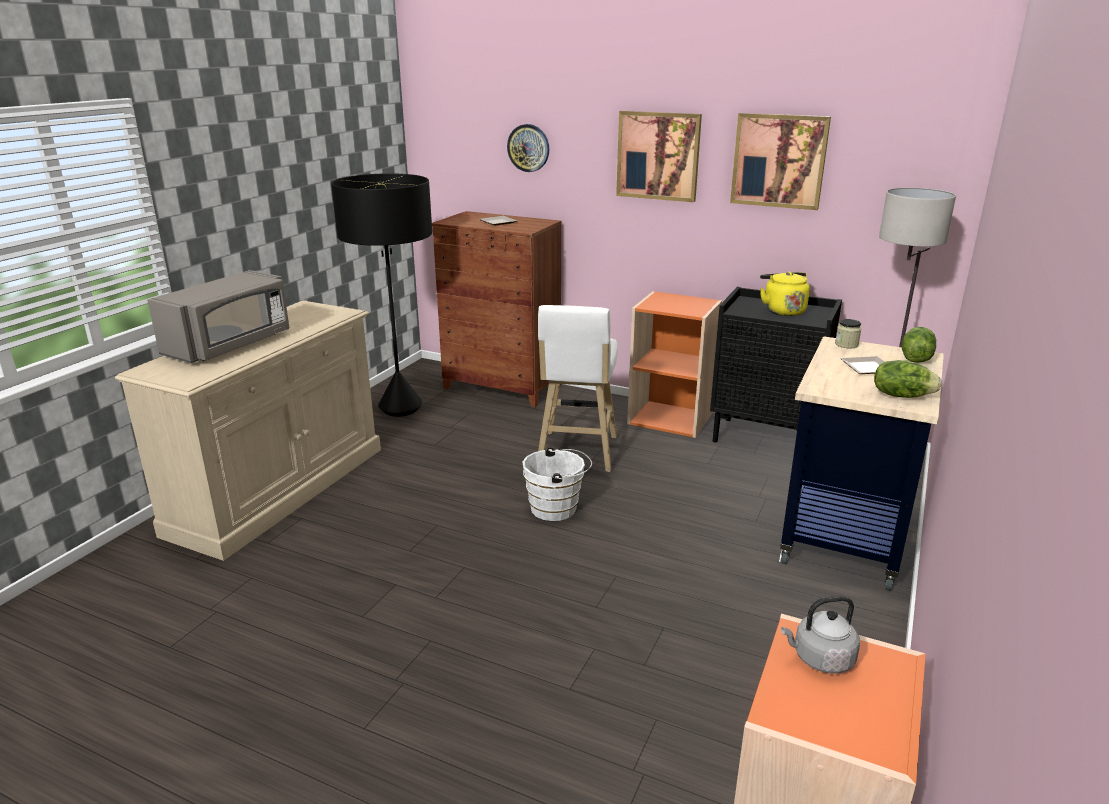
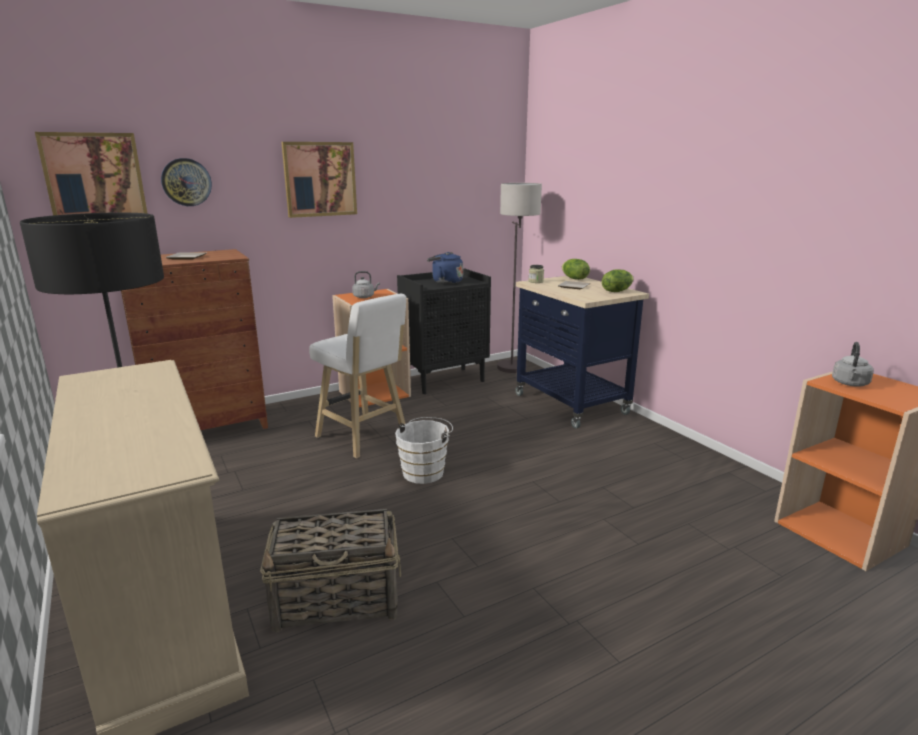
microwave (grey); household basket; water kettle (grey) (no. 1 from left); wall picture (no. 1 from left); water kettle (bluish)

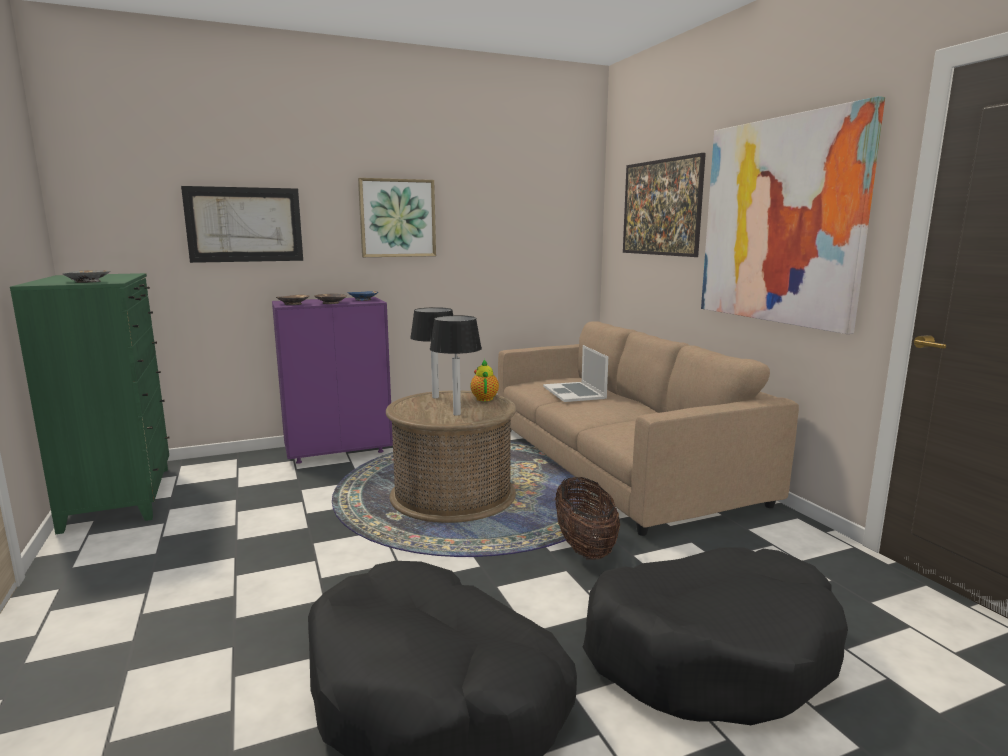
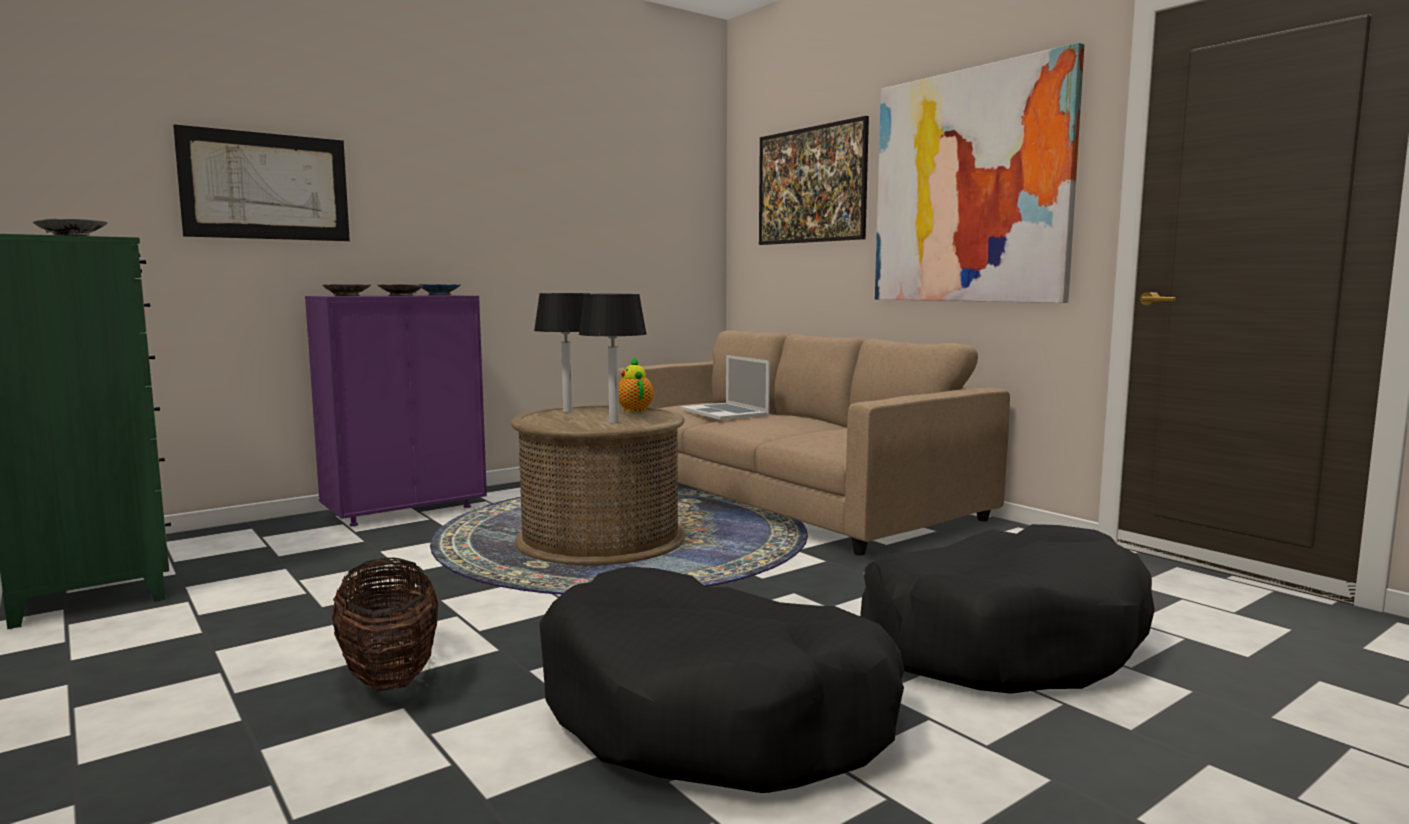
wall picture (no. 2 from left in the first image); household basket

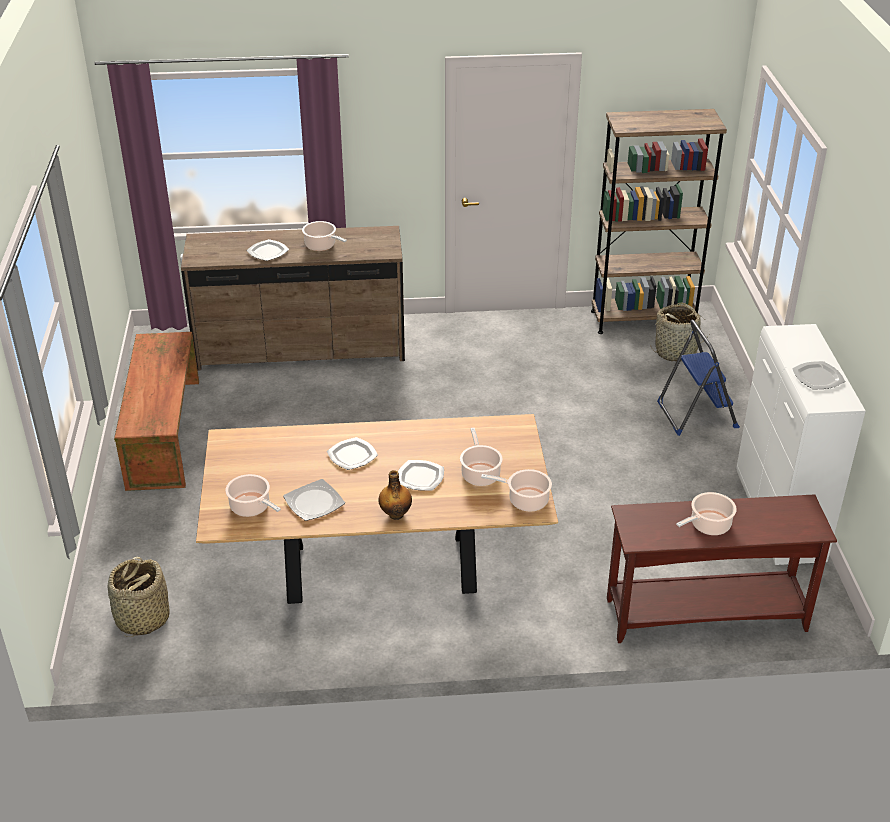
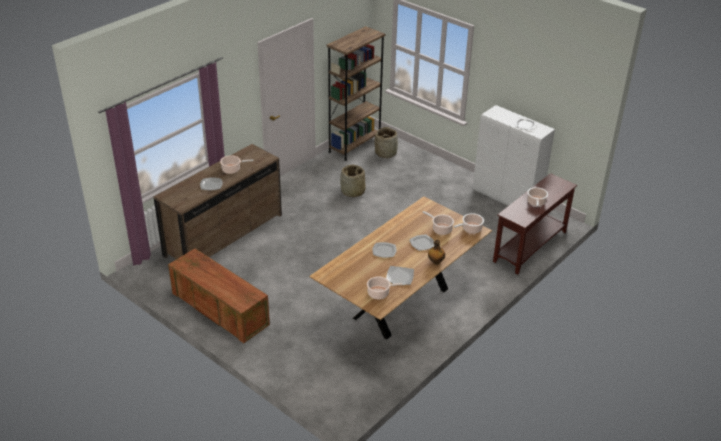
stepladder (bluish); household basket (no. 1 from left)

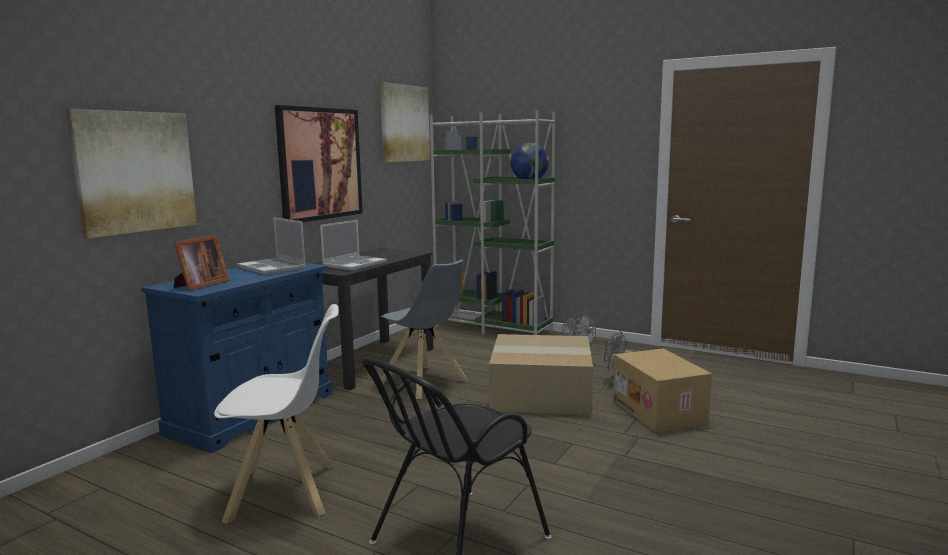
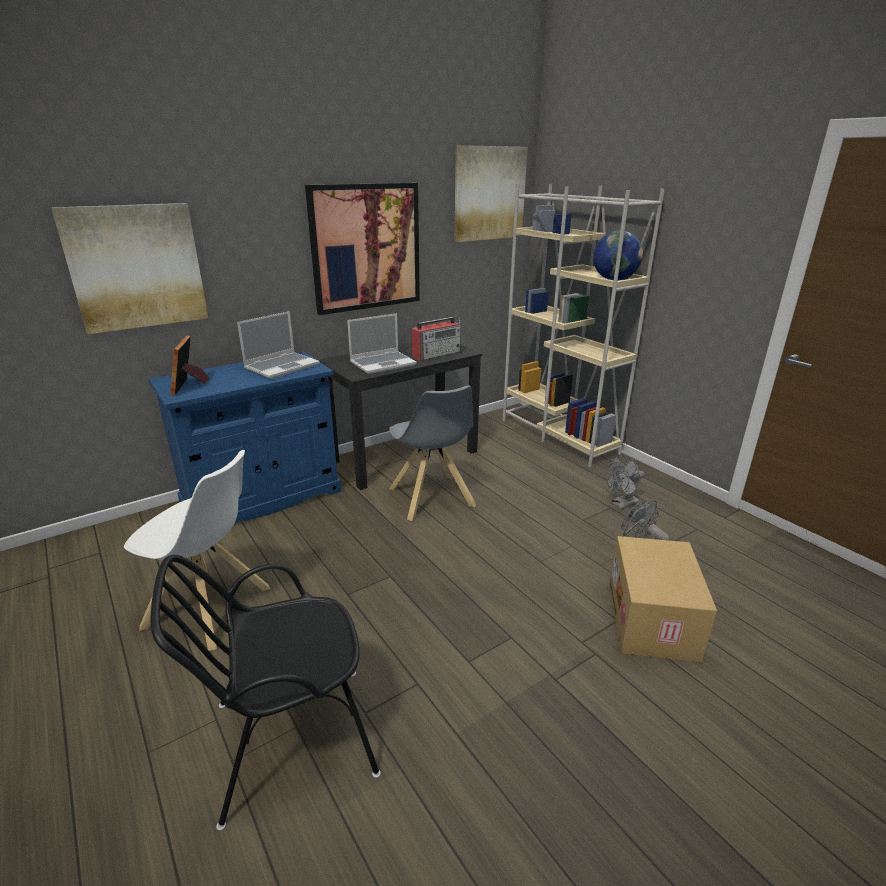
carton (no. 1 from left in the first image); radio receiver; bookcase (beige-coloured); photo frame; notebook computer (no. 1 from left)

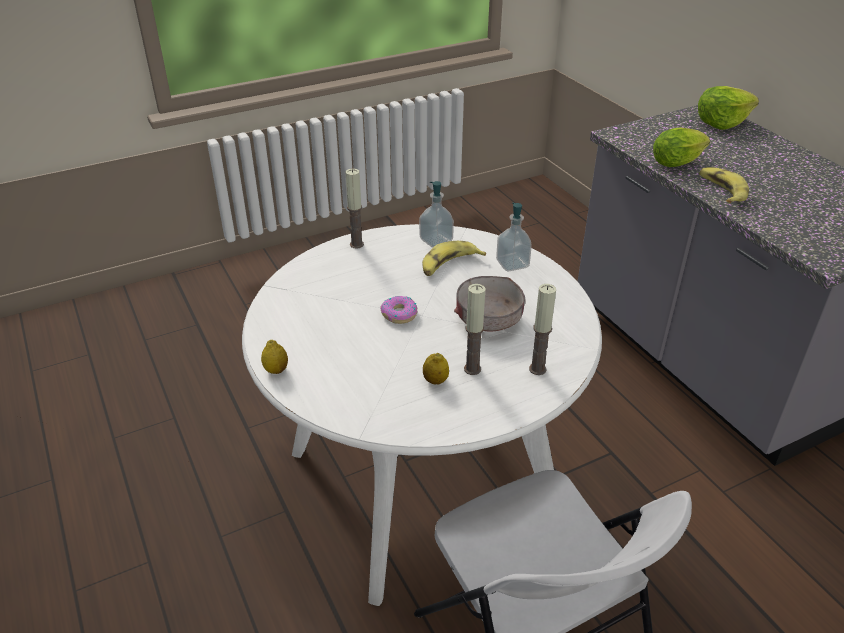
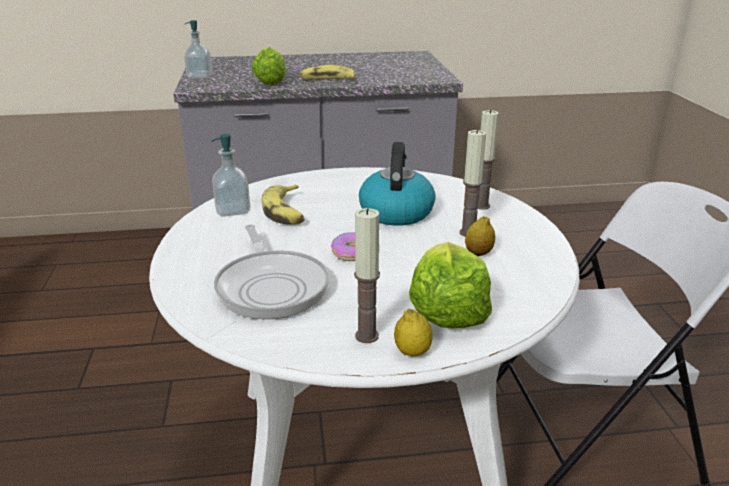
pan; candle (no. 1 from left); liquid soap bottle (no. 1 from left); head of lettuce (no. 2 from left); water kettle

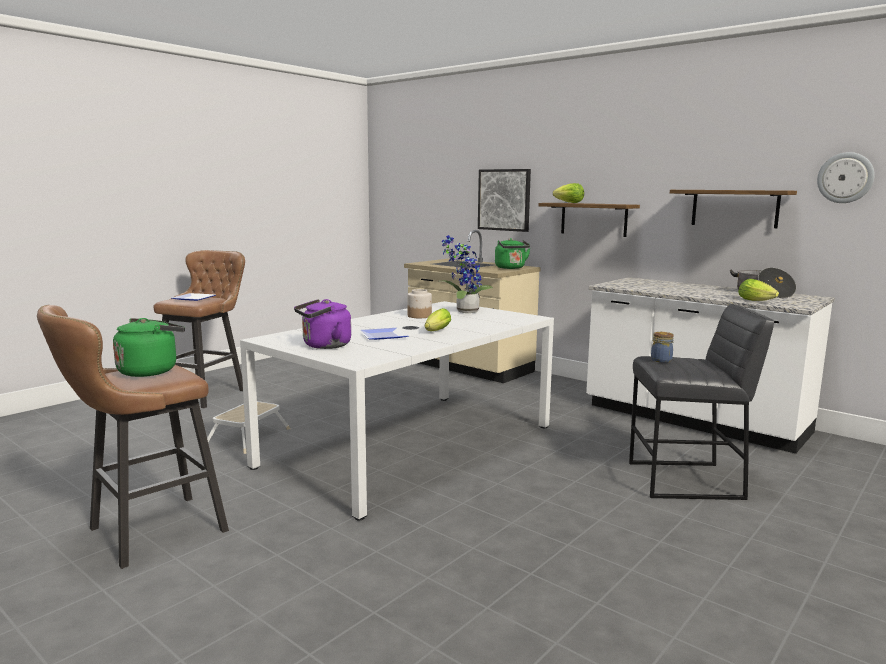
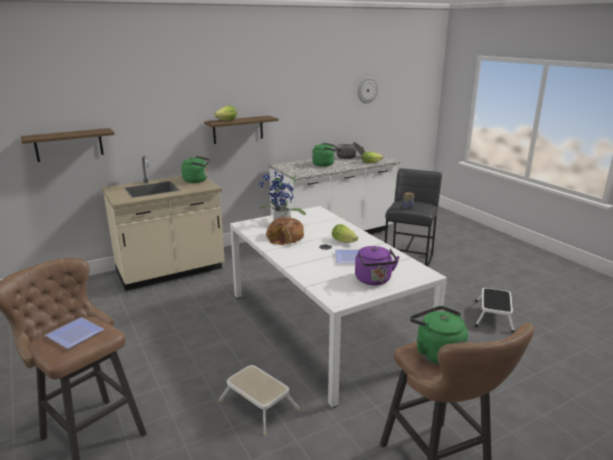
wall picture; water kettle (green) (no. 2 from left); stepladder (black); bracket shelf (no. 1 from left); baked bread

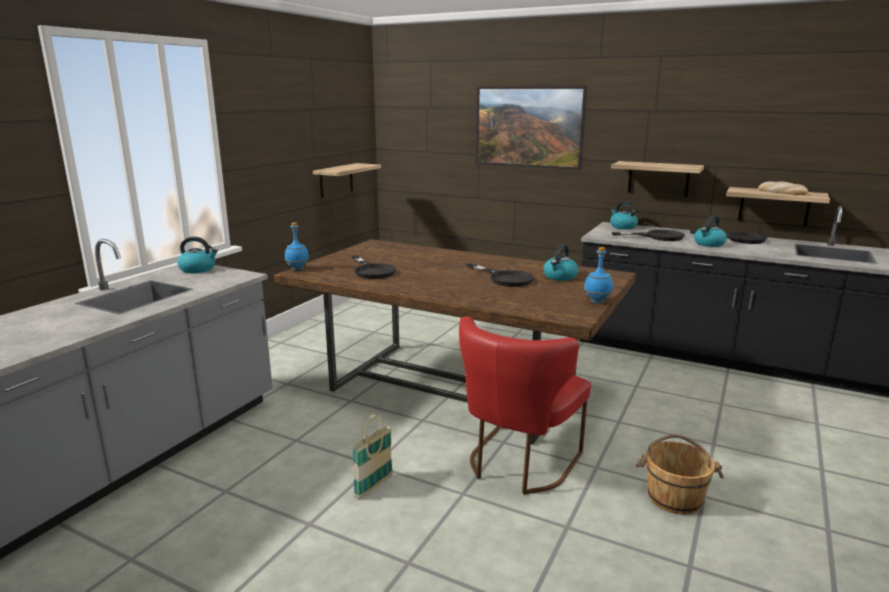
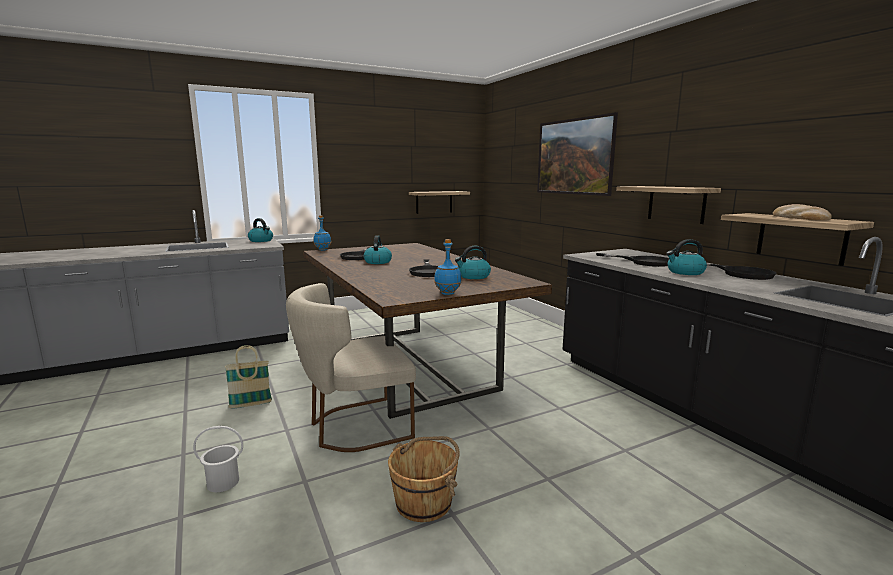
bucket (whitish); water kettle (no. 2 from left); upright chair (beige-coloured)

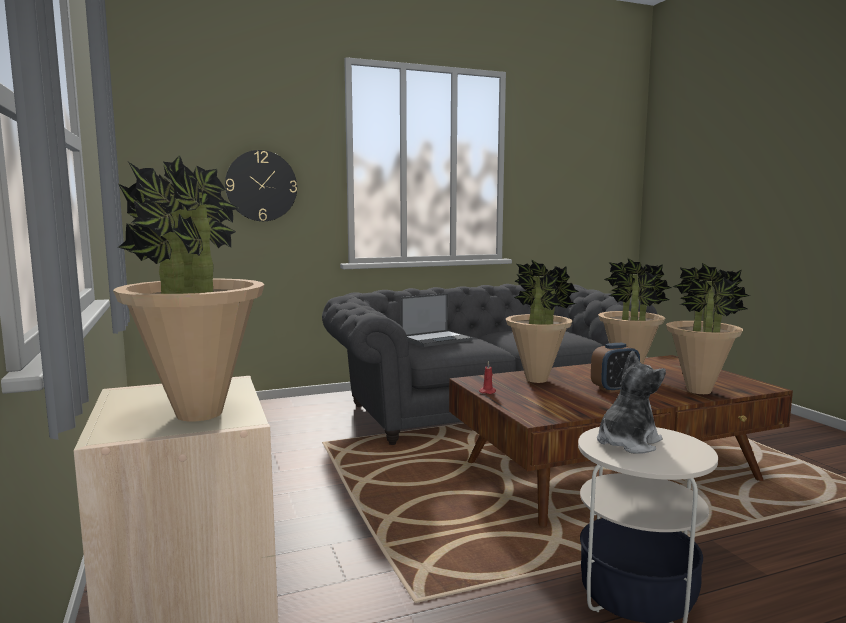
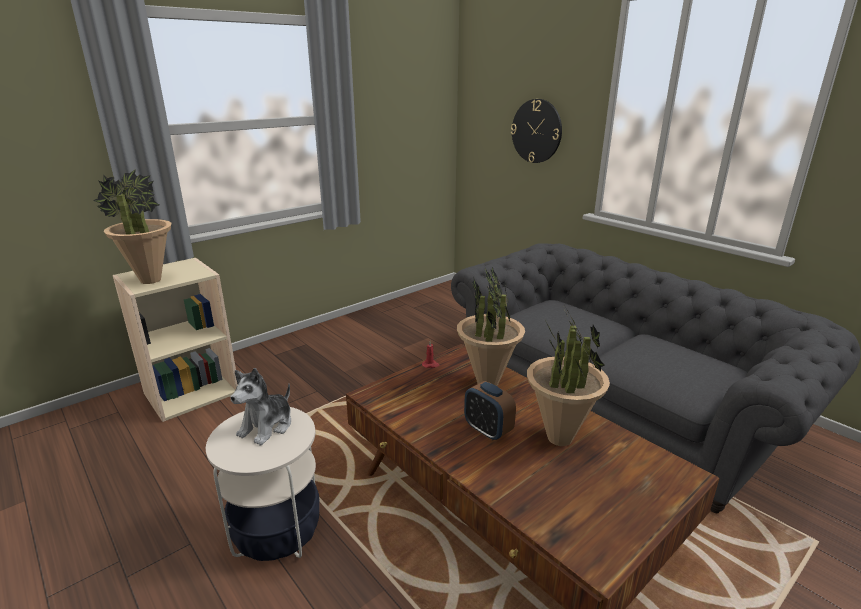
notebook computer; potted plant (no. 4 from left in the first image); plush toy

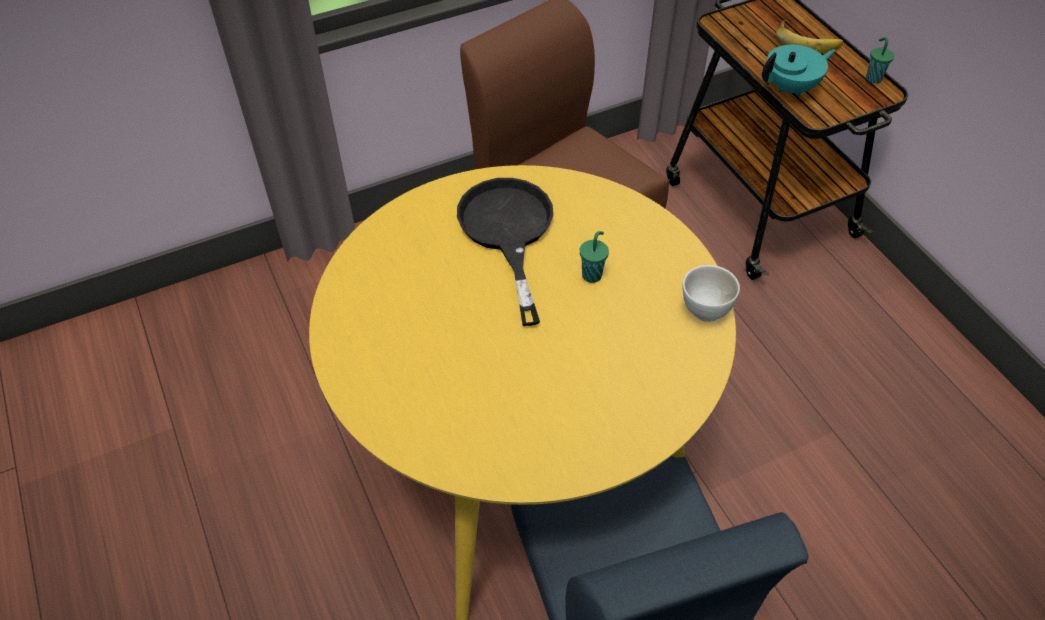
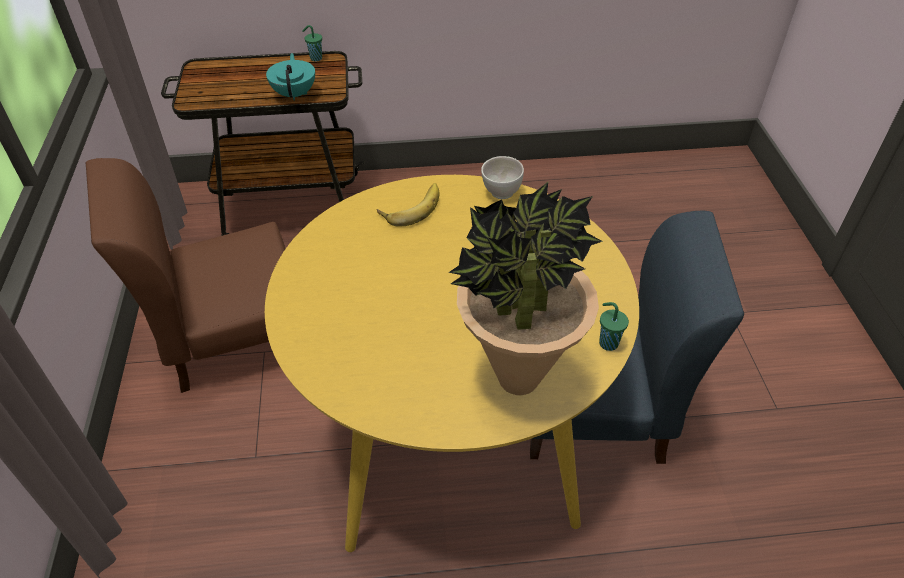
pan (black); potted plant; cup (green) (no. 2 from left); banana fruit

